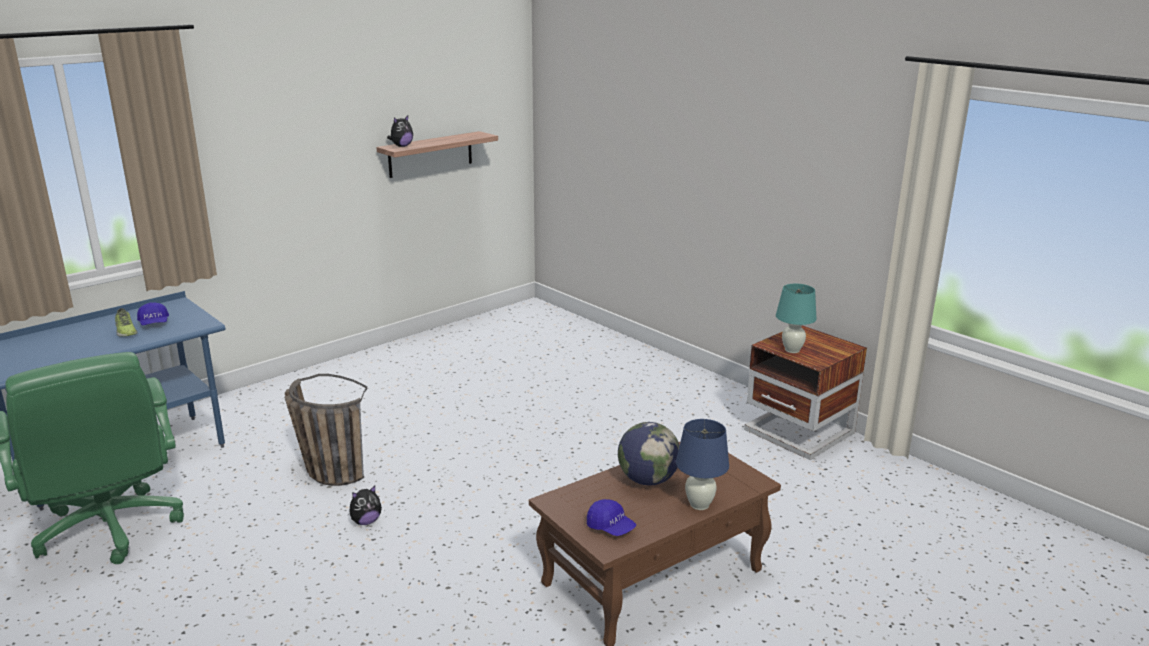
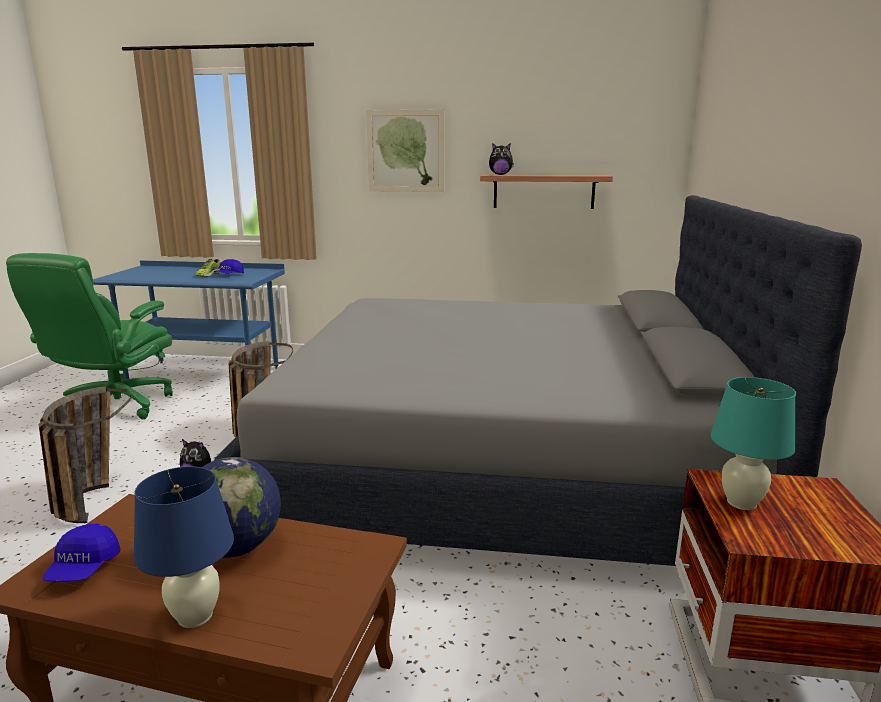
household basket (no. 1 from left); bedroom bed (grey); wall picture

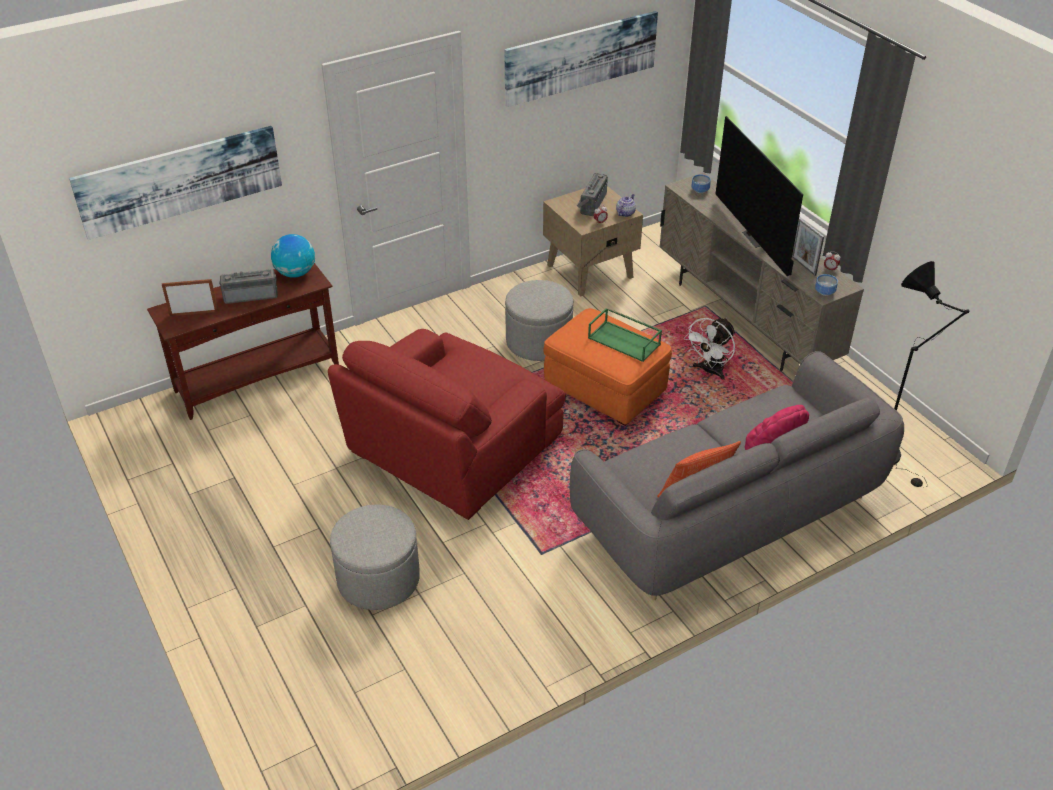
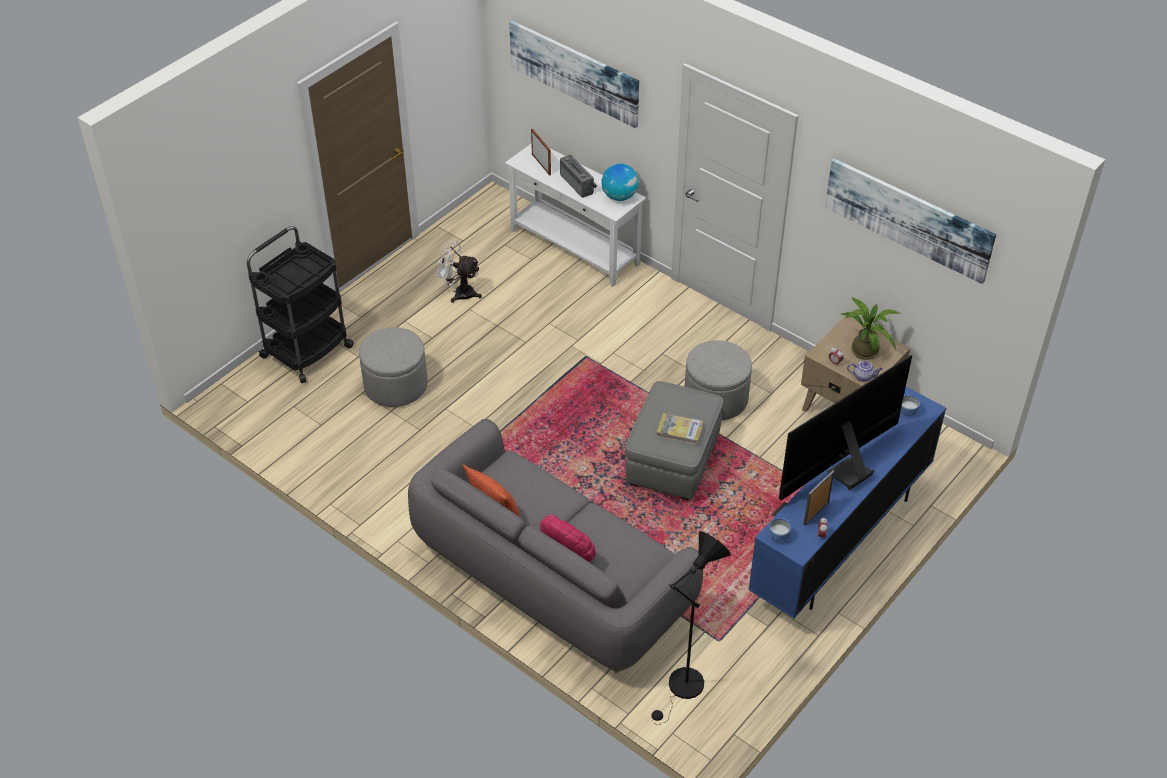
easy chair (red-coloured); cart (black); electric fan (whitish); potted plant; volume; console table (whitish); pouffe (grey) (no. 2 from left); tv unit (bluish)

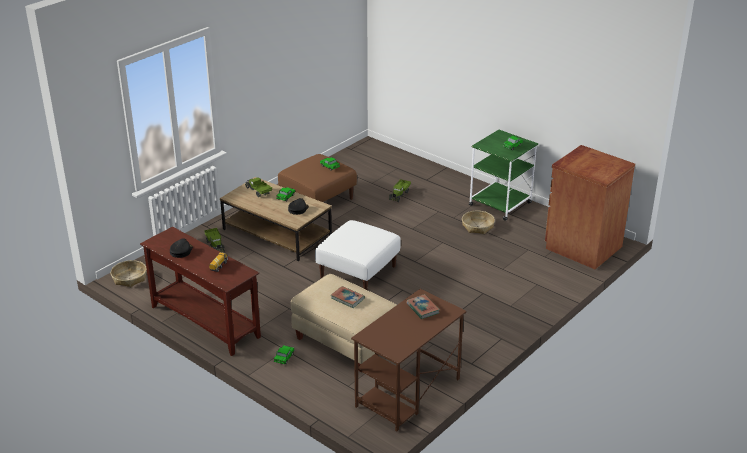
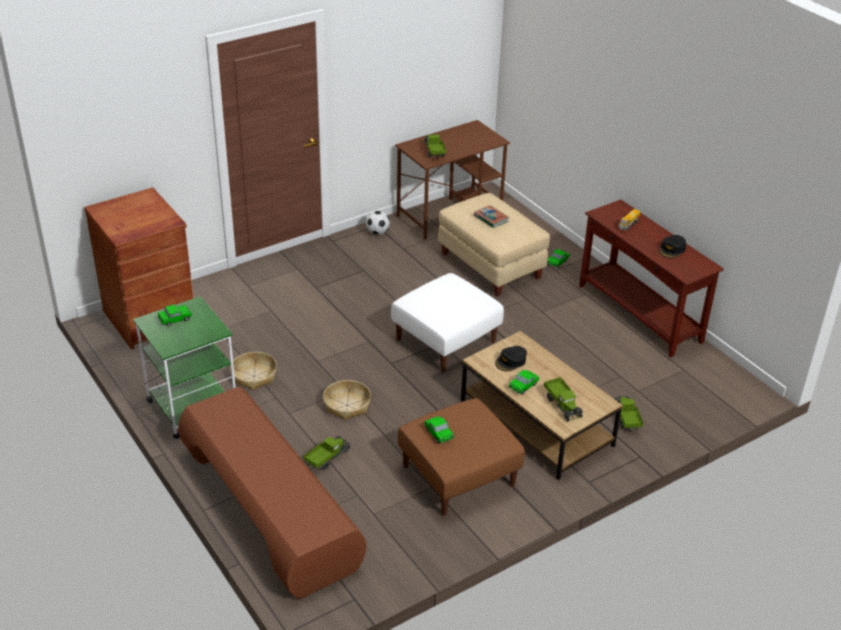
long seat (brownish); football ball; household basket (no. 2 from left); toy lorry (no. 2 from left)

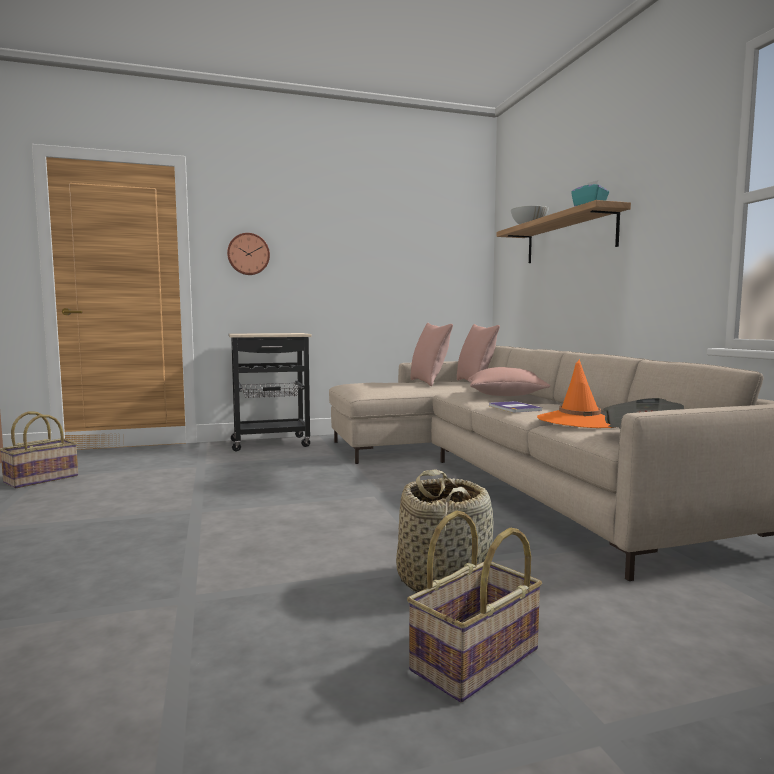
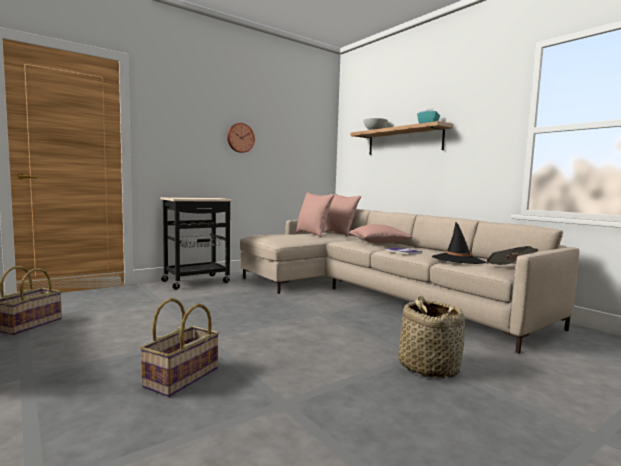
hanging clock; household basket (no. 2 from left); hat (black)

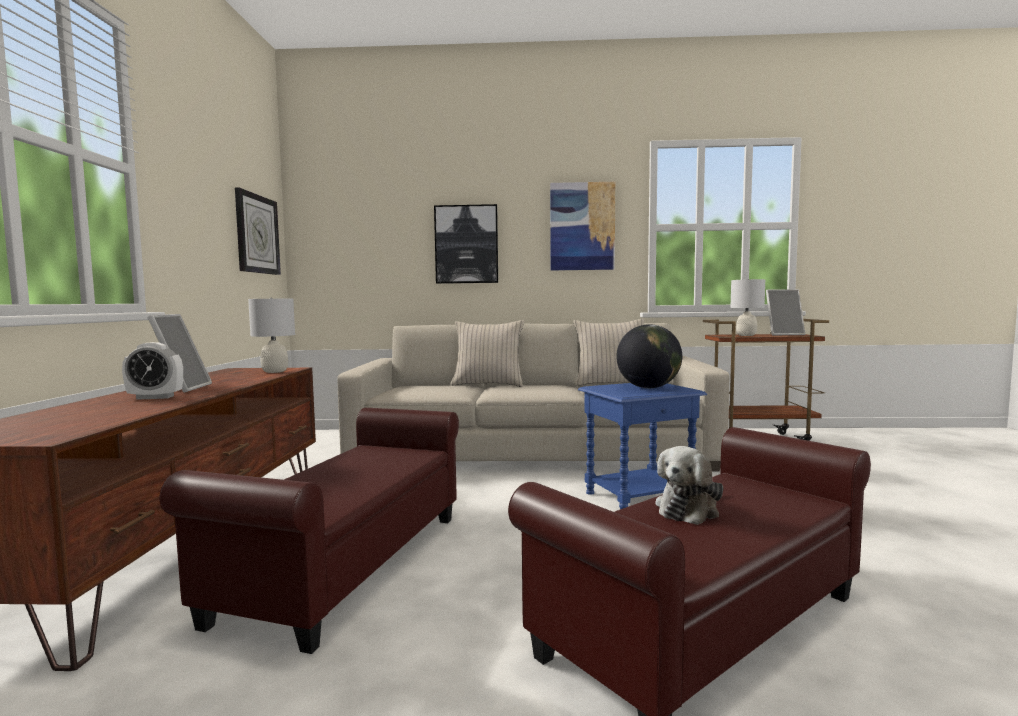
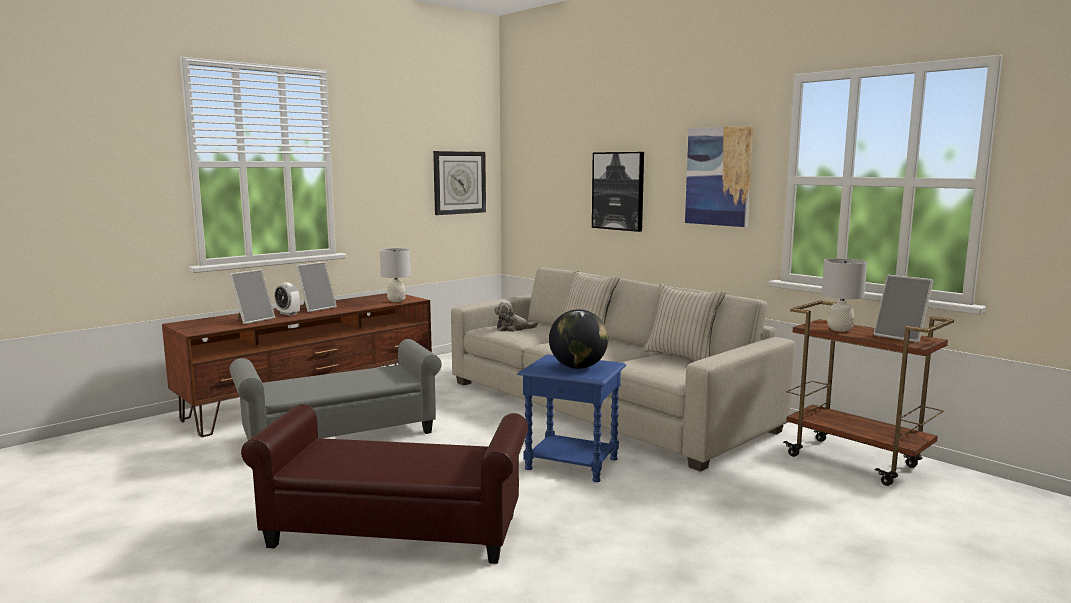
photo frame (no. 1 from left); plush toy; pouffe (grey)

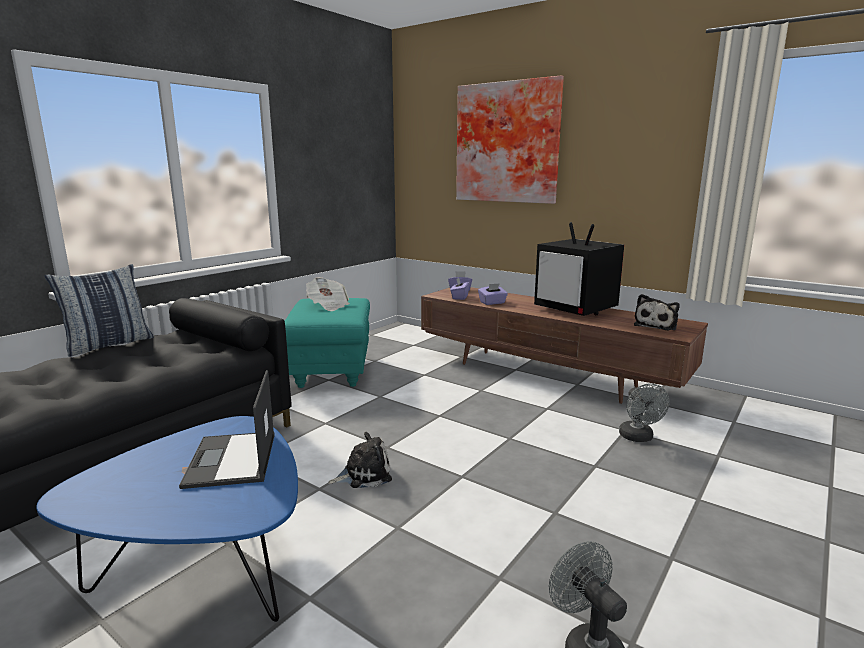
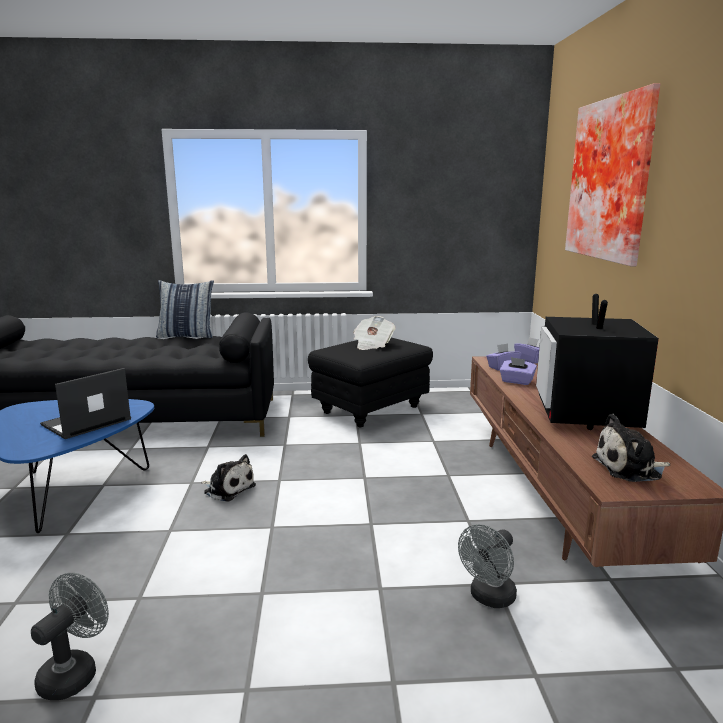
pouffe (black)

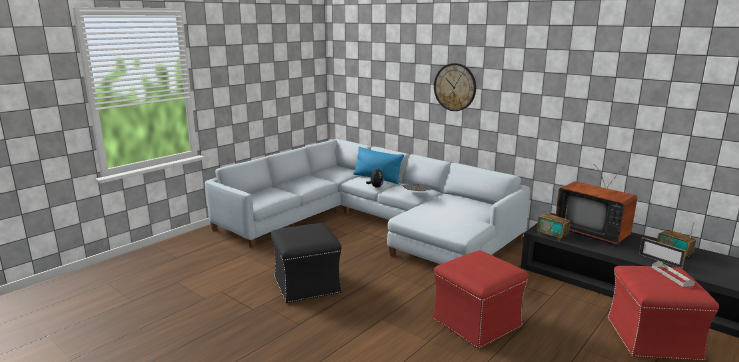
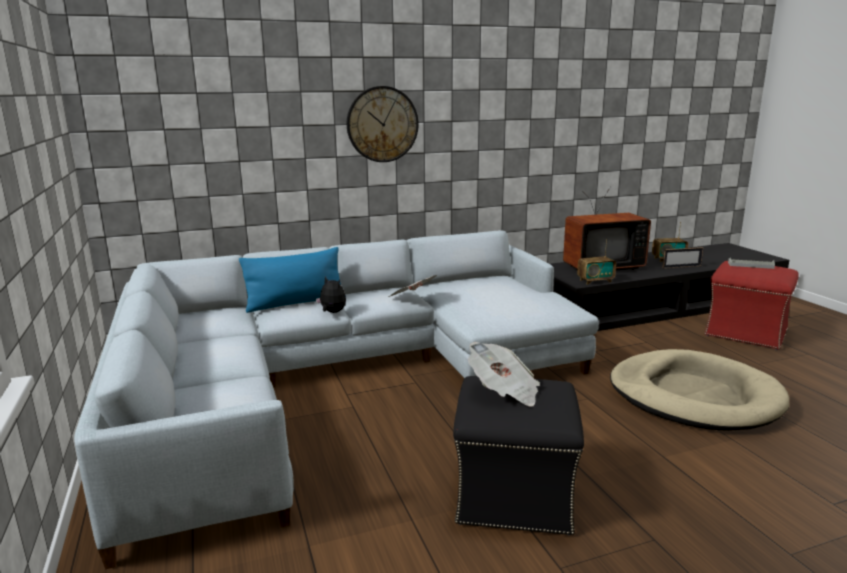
daily paper (no. 2 from left); pet bed (beige-coloured)

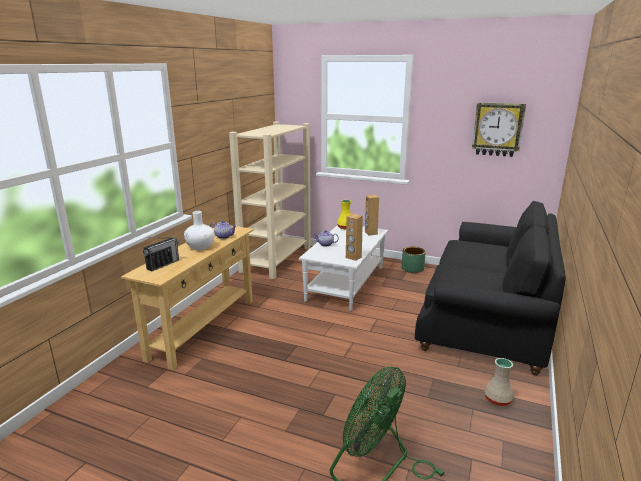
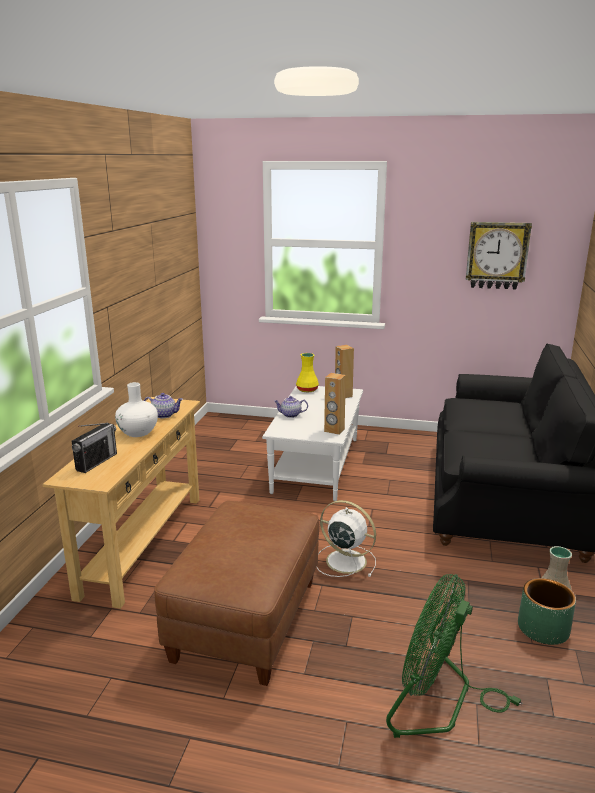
bookcase (beige-coloured); pouffe (brownish); electric fan (whitish); planter (green)

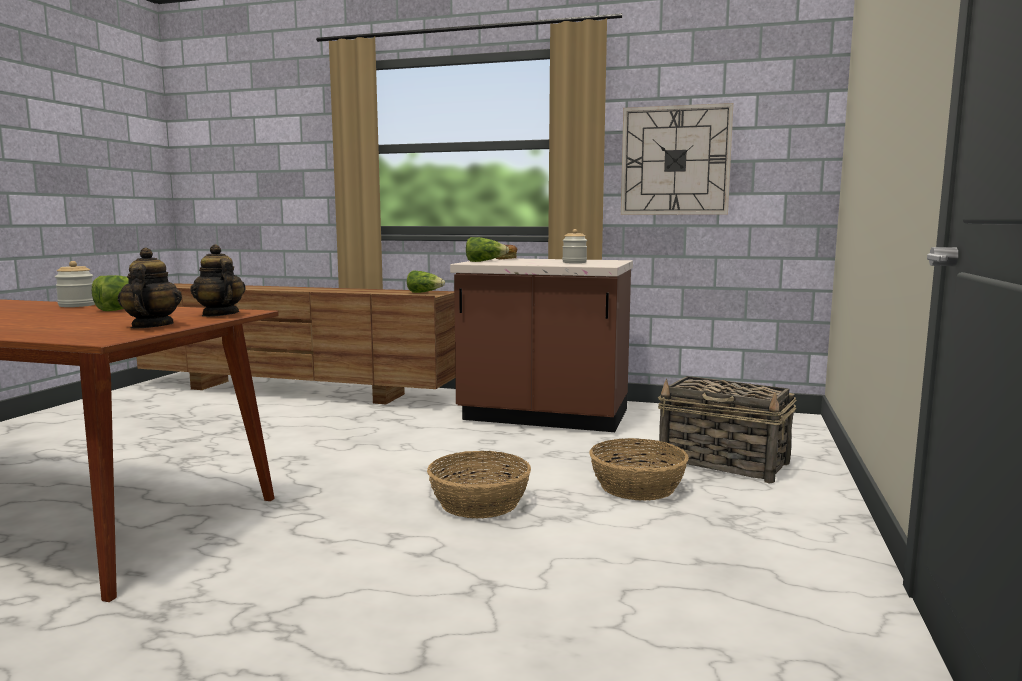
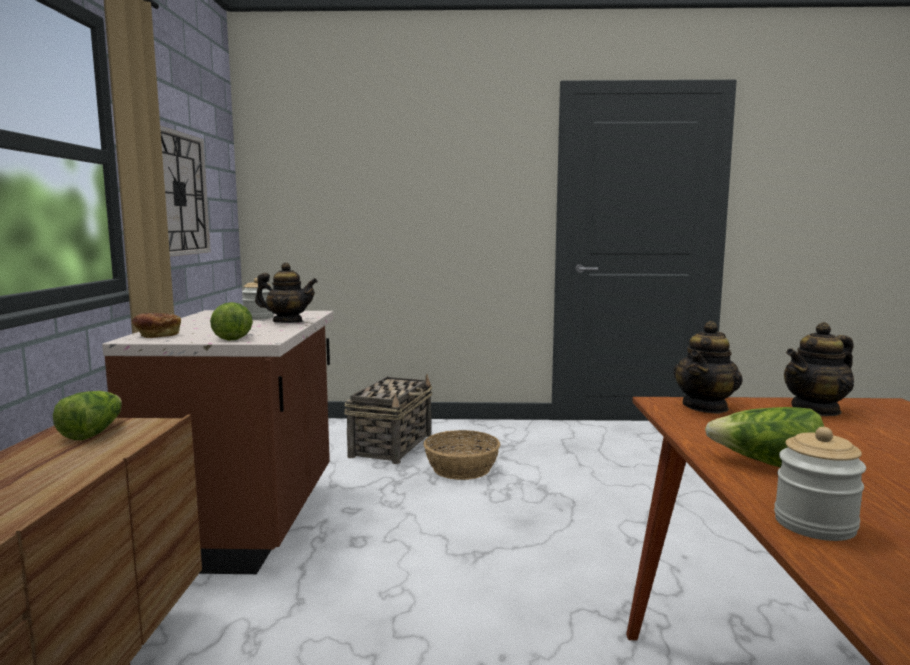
household basket (no. 1 from left in the first image); tea pot (no. 1 from left)

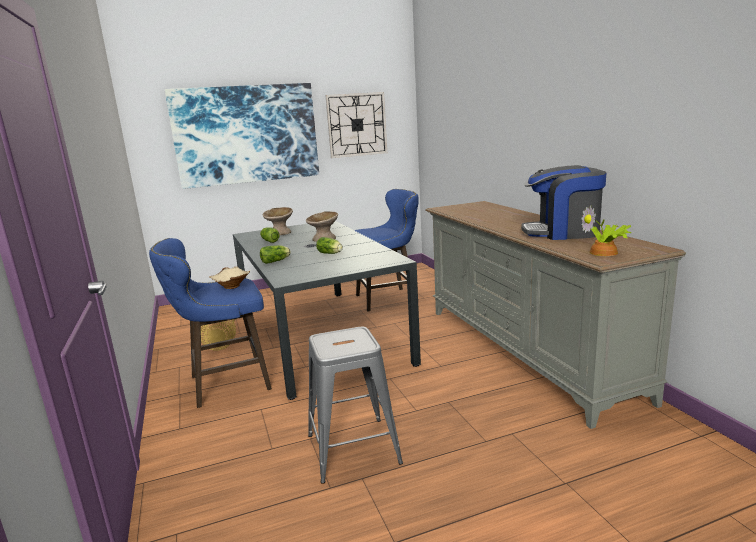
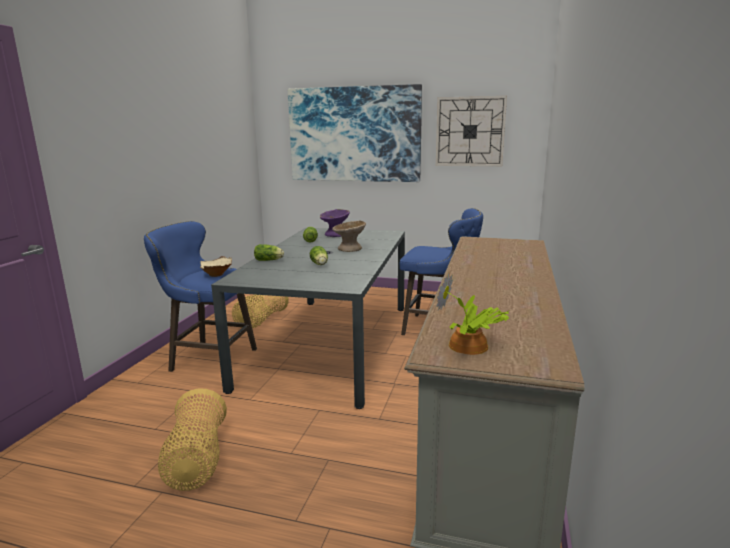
coffee machine; household basket (no. 1 from left); deep dish (purplish)

